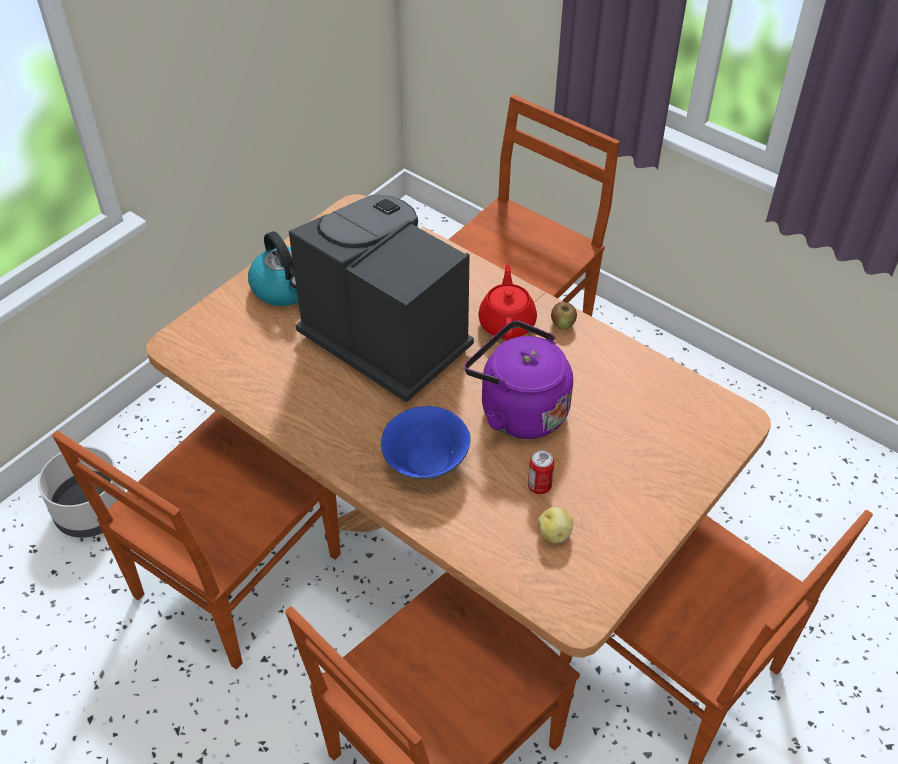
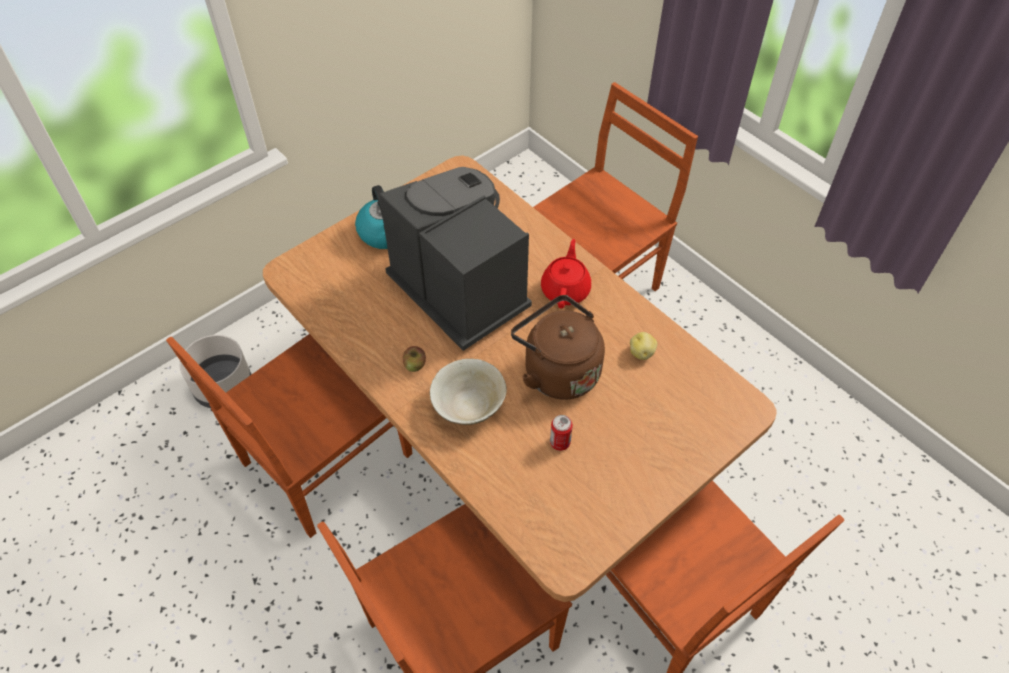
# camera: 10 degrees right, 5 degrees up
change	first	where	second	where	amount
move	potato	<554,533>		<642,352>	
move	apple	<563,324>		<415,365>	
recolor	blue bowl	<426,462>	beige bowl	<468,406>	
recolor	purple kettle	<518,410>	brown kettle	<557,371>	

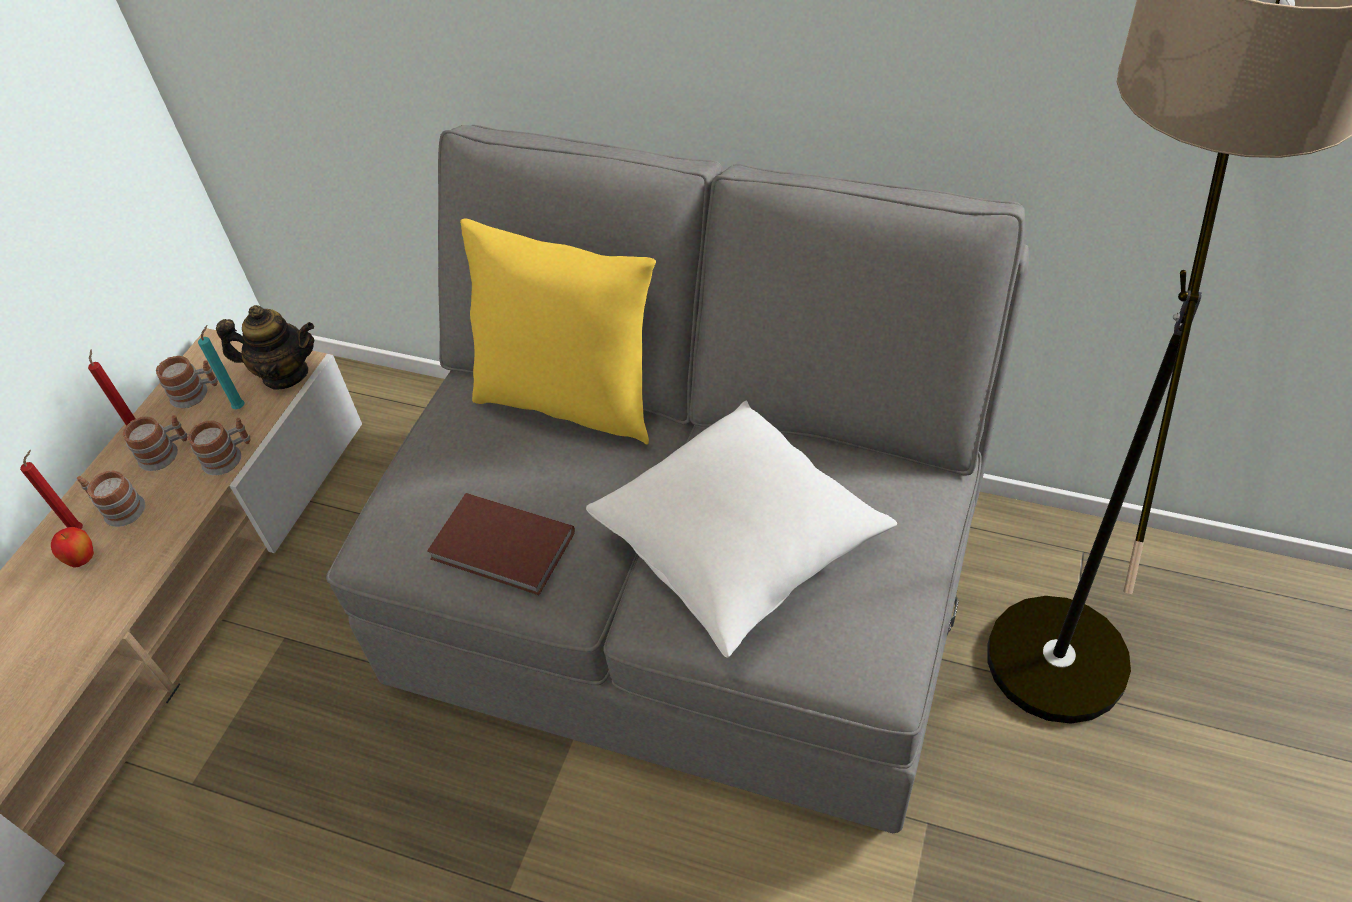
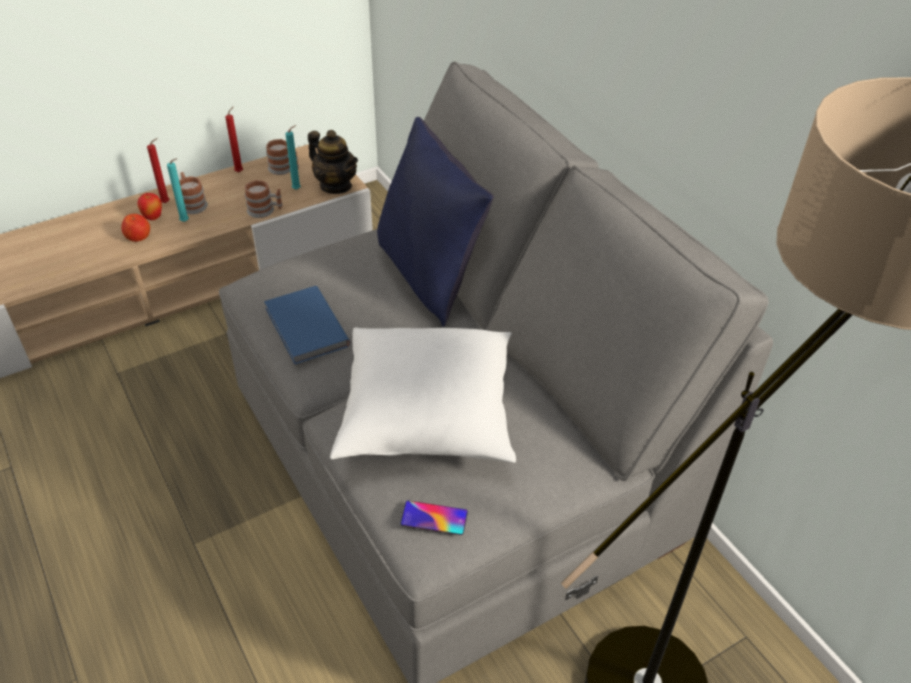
# camera: 35 degrees right, 5 degrees down
change	first	where	second	where	amount
delete	mug	<165,453>			
insert			apple	<138,237>	
insert			turquoise candle	<186,222>	
insert			phone	<434,518>	
recolor	brown book	<503,549>	blue book	<305,328>	
recolor	yellow pillow	<569,401>	blue pillow	<430,276>	

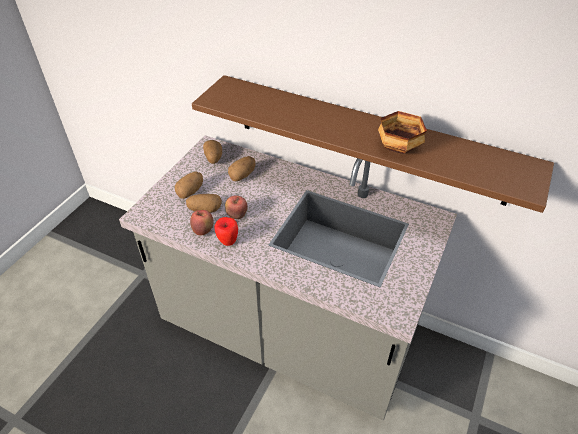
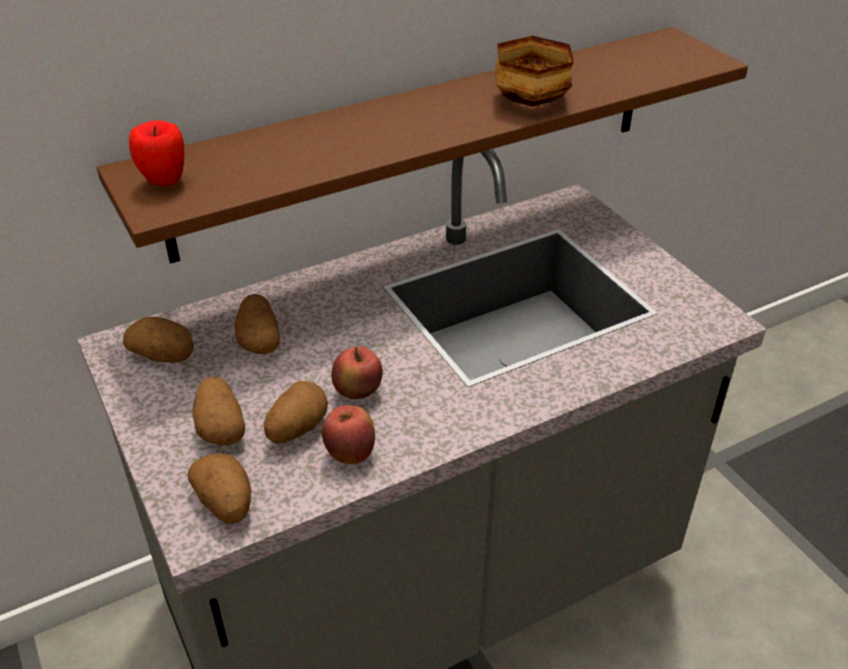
# camera: 55 degrees left, 5 degrees down
change	first	where	second	where	amount
insert			potato	<226,503>	
move	apple	<228,242>		<164,182>	

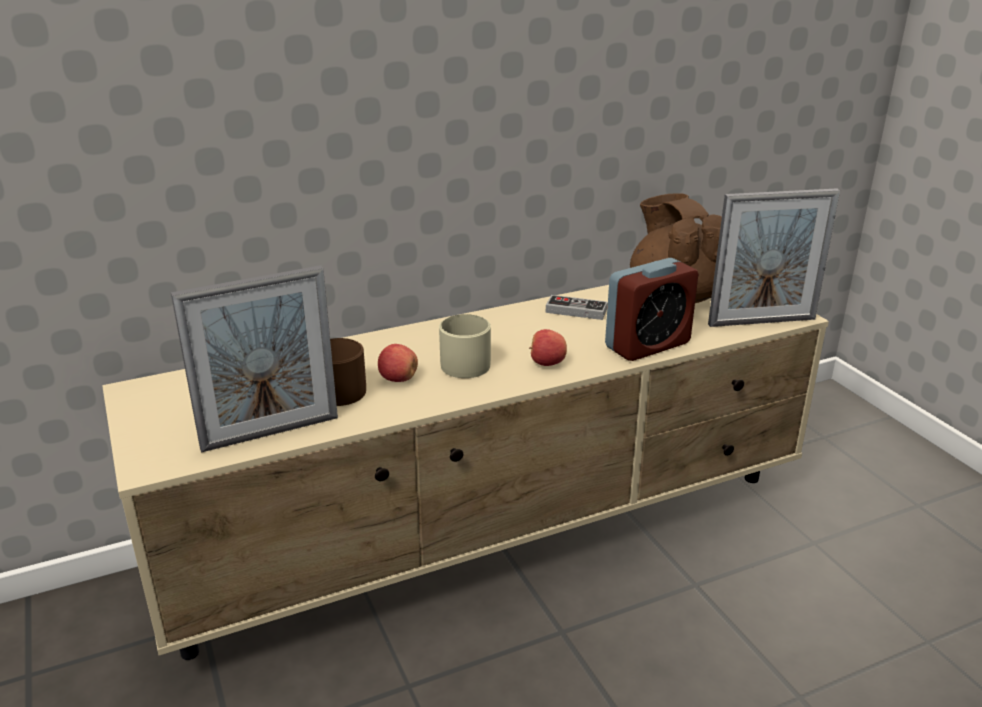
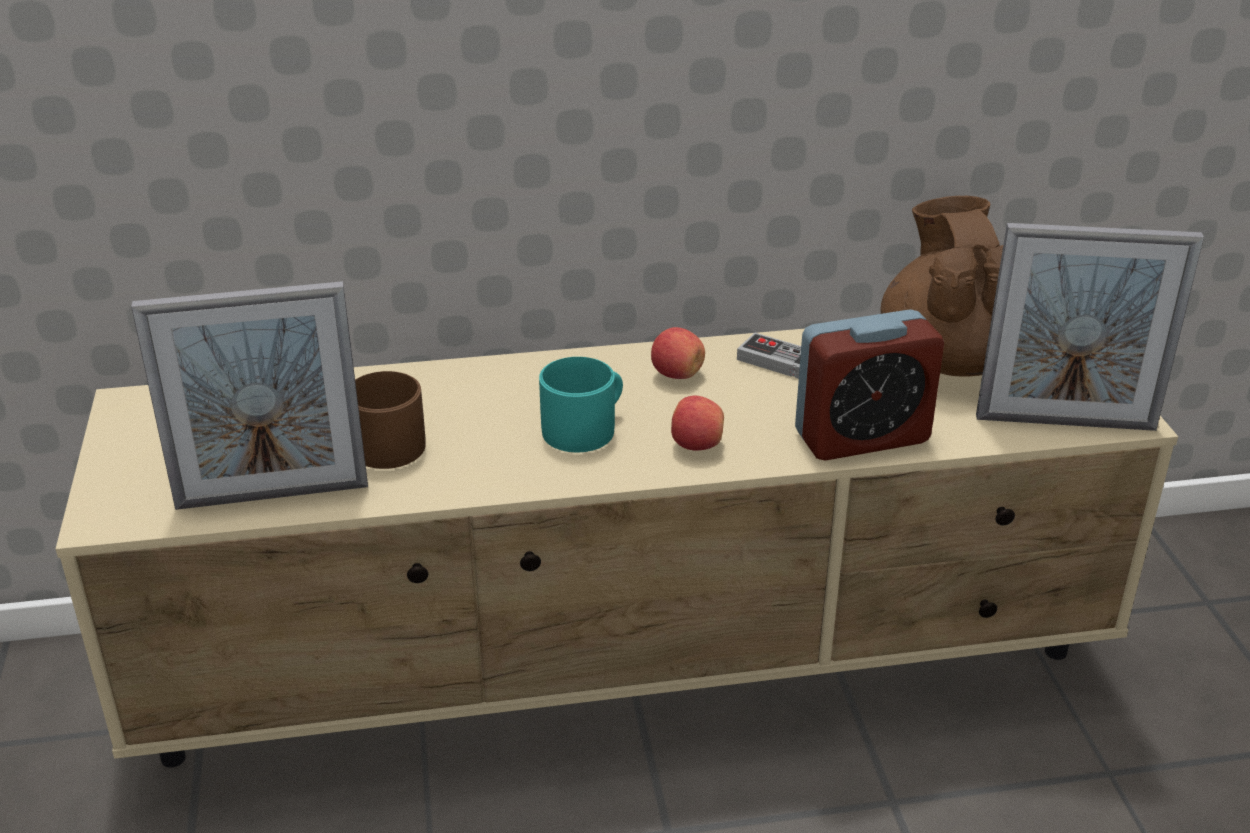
# camera: 15 degrees right, 5 degrees up
change	first	where	second	where	amount
move	apple	<398,379>		<677,374>	
recolor	beige mug	<469,363>	turquoise mug	<586,428>	

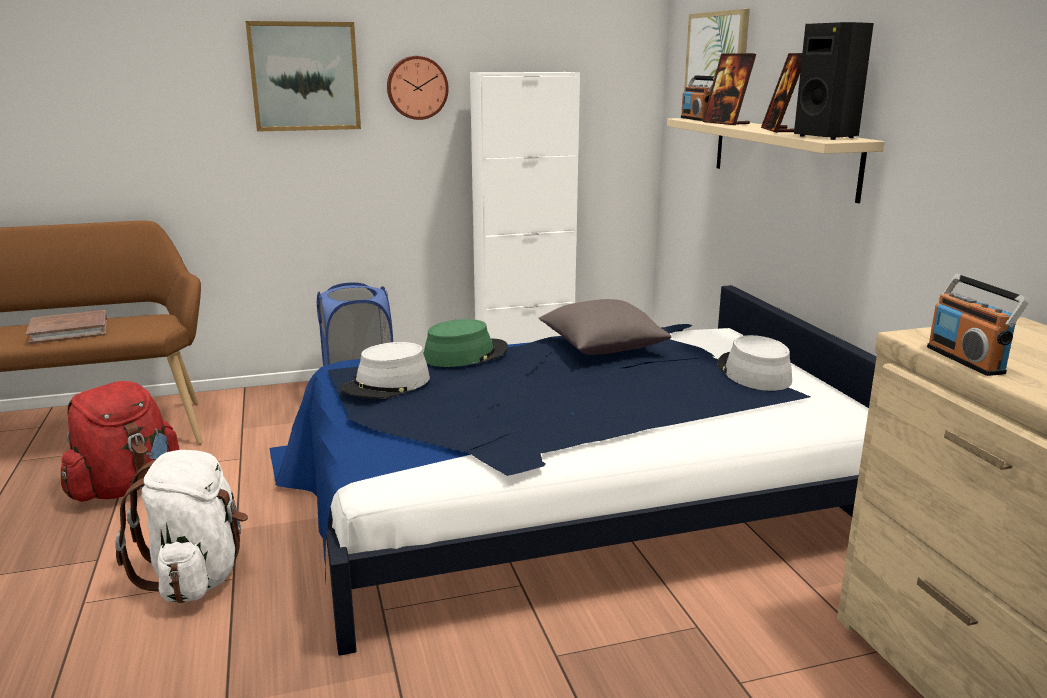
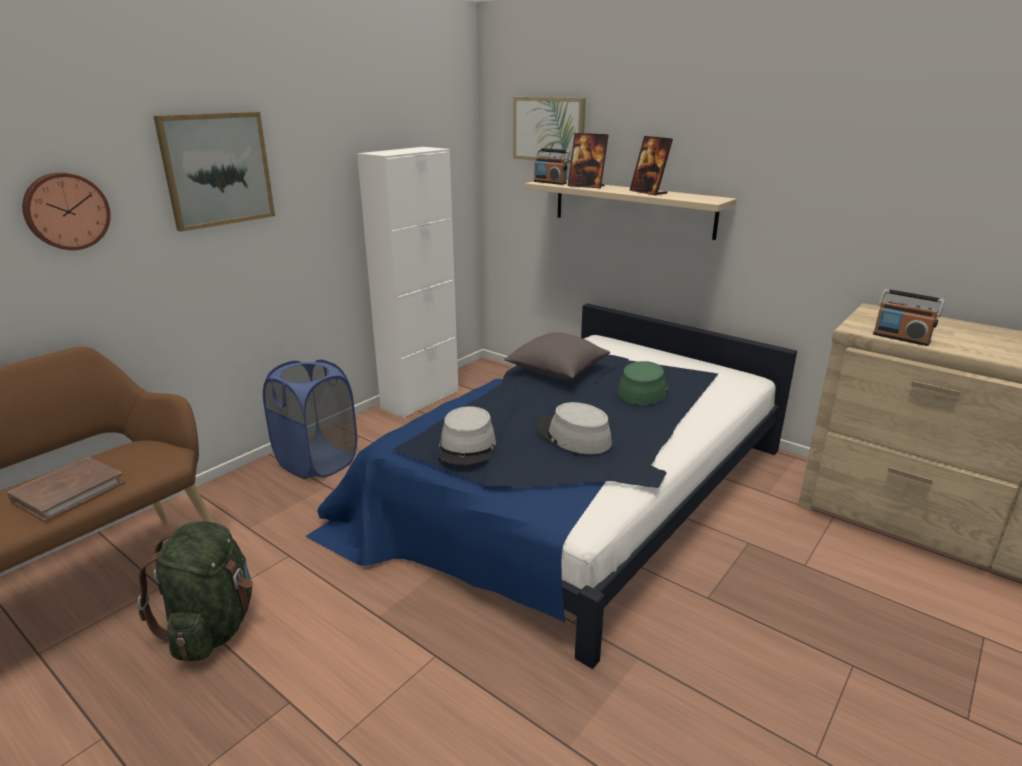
# camera: 35 degrees left, 5 degrees up
change	first	where	second	where	amount
delete	white backpack	<197,575>			
delete	black speaker	<827,137>			
move	wall clock	<417,87>		<66,211>	
move	green hat	<465,354>		<643,390>	
move	grey hat	<753,373>		<573,436>	
recolor	red backpack	<126,487>	green backpack	<213,627>	

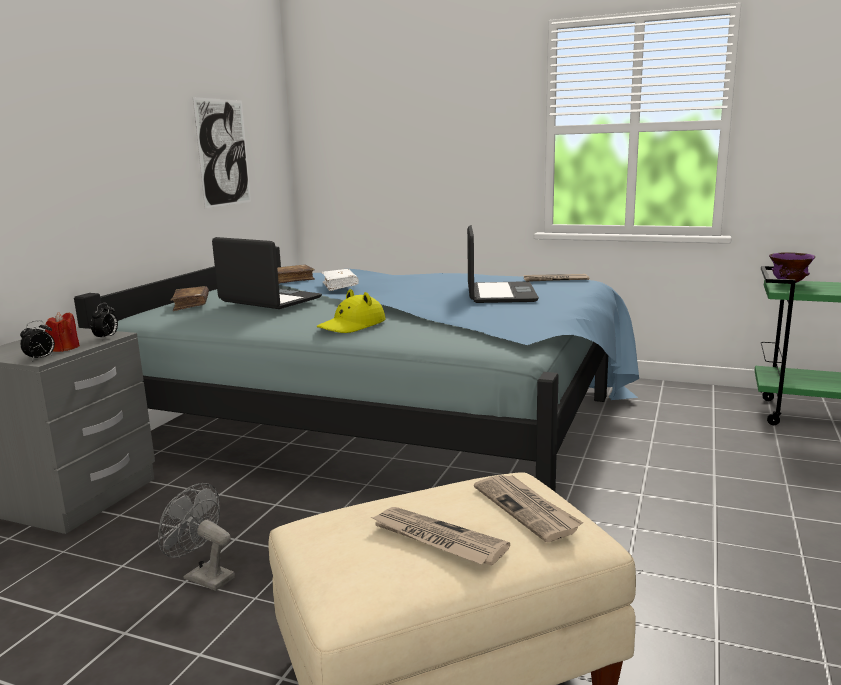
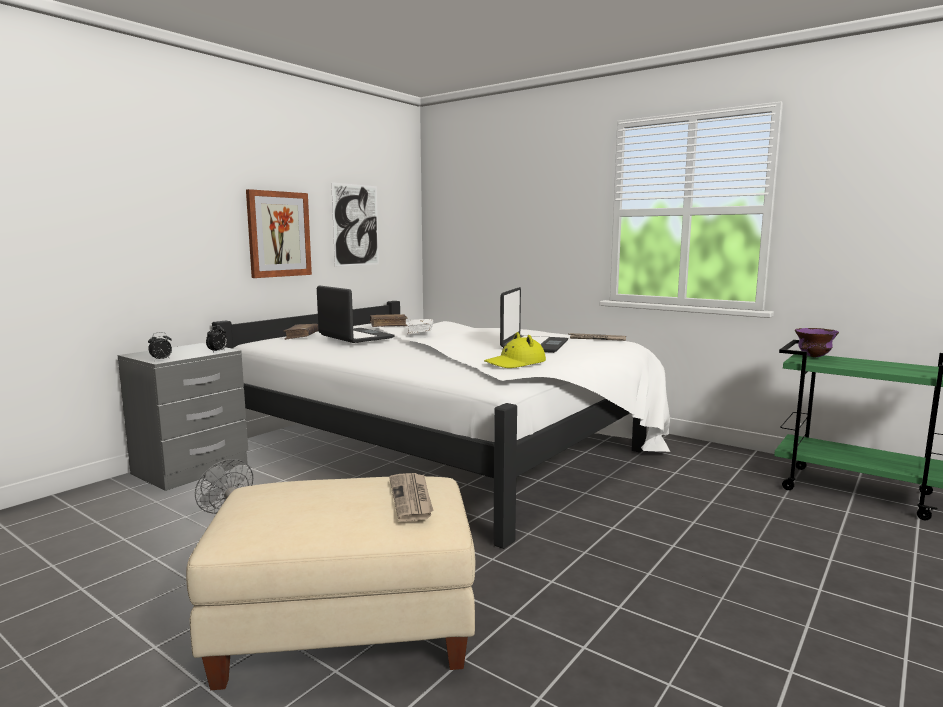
# camera: 15 degrees right, 5 degrees down
change	first	where	second	where	amount
delete	red candle	<64,348>			
delete	newspaper	<436,539>			
insert			picture	<279,234>	
move	yellow hat	<352,325>		<515,363>	
recolor	blue bed	<392,422>	white bed	<448,447>	

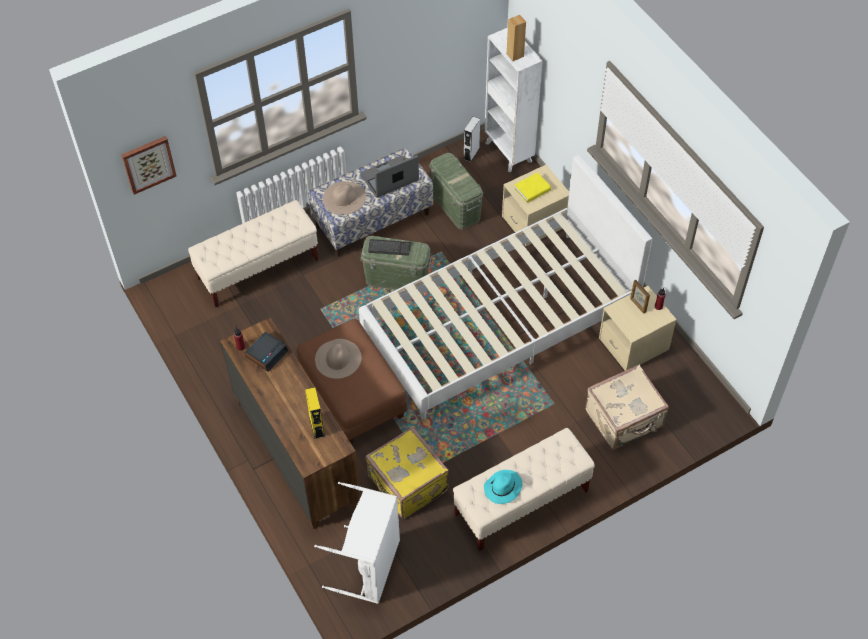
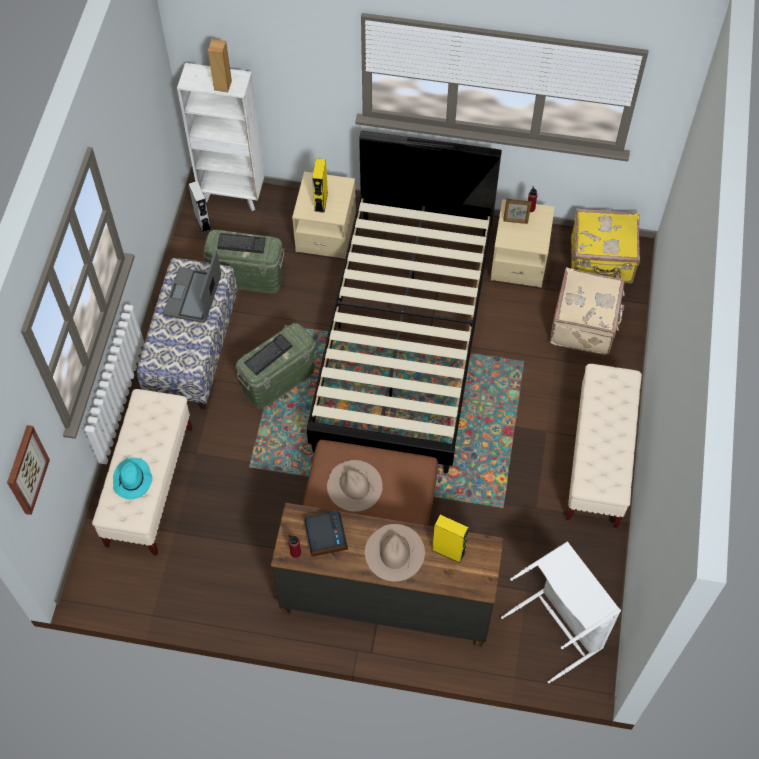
# camera: 50 degrees left, 5 degrees up
change	first	where	second	where	amount
insert			keyboard	<241,244>	
move	beige hat	<344,197>		<394,552>	
move	yellow suitcase	<407,485>		<601,261>	
move	turquoise hat	<502,488>		<132,480>	
replace	yellow book	<532,190>	yellow speaker	<321,201>	
recolor	white bed	<500,322>	black bed	<404,338>	

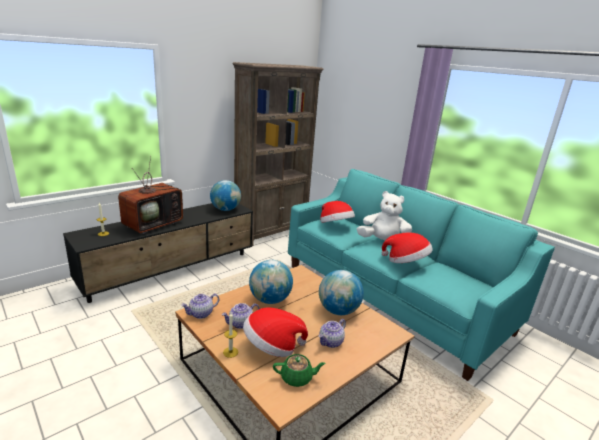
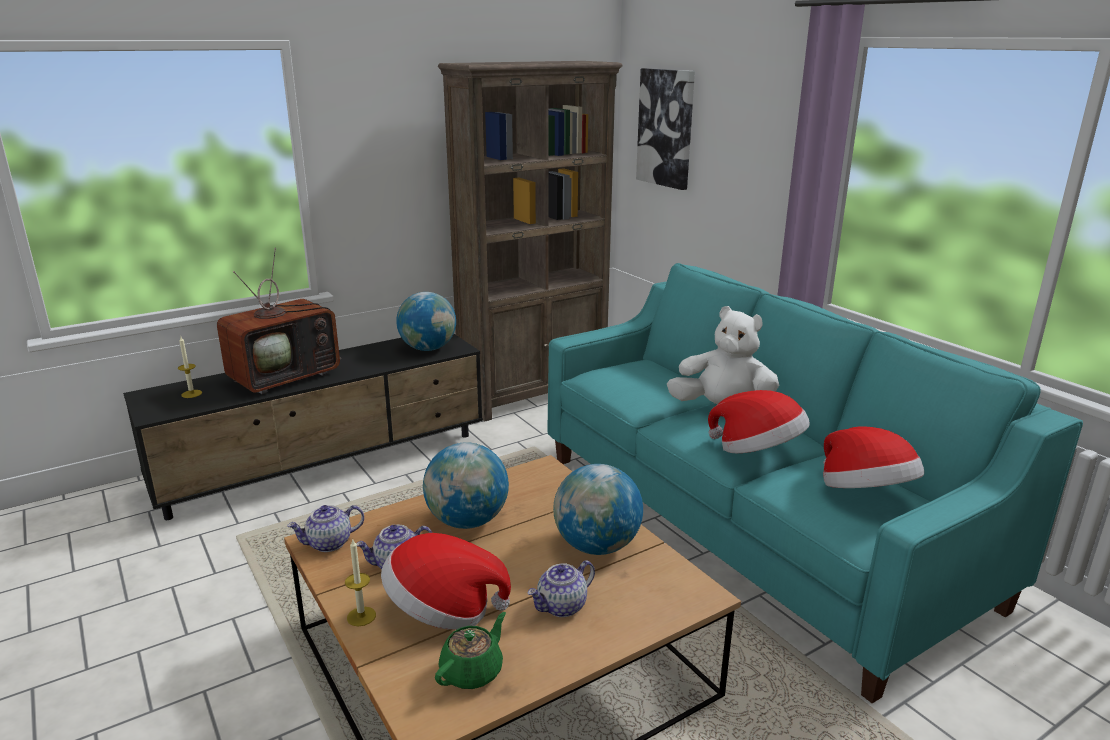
# camera: 10 degrees right, 0 degrees up
change	first	where	second	where	amount
insert			picture	<666,128>	
move	hat	<335,226>		<865,494>	
rotate	green teapot	<297,378>		<472,671>	60 degrees counterclockwise

